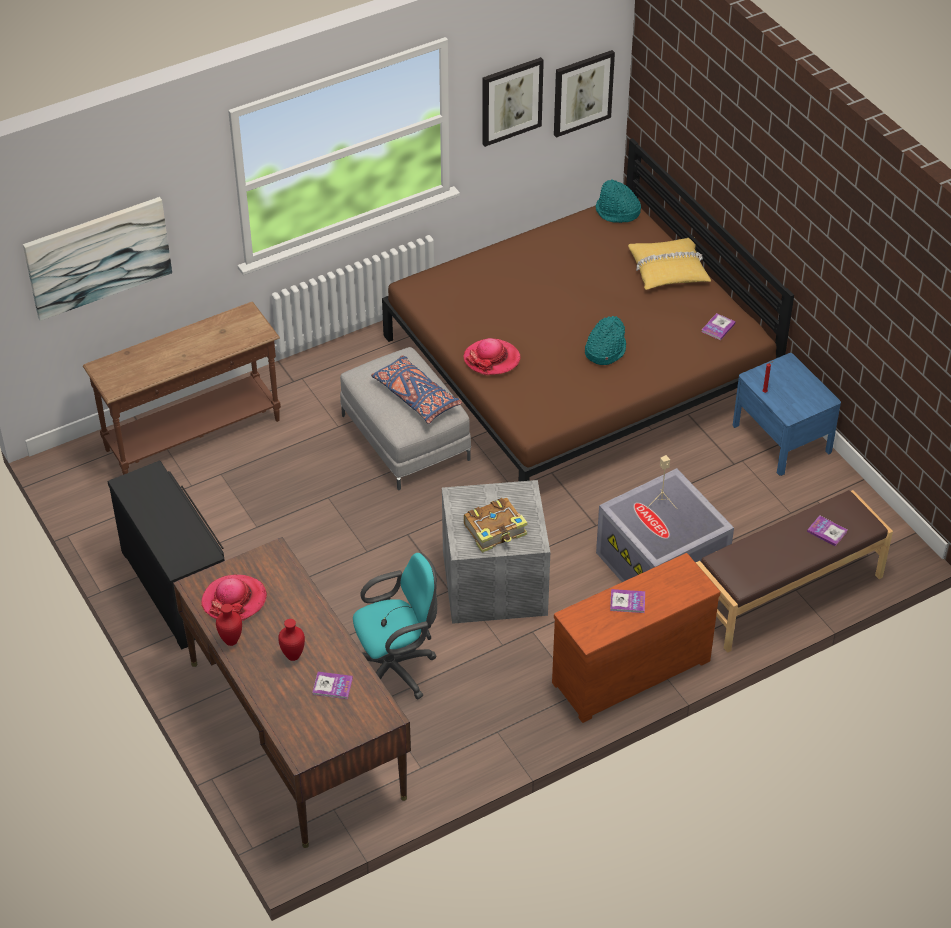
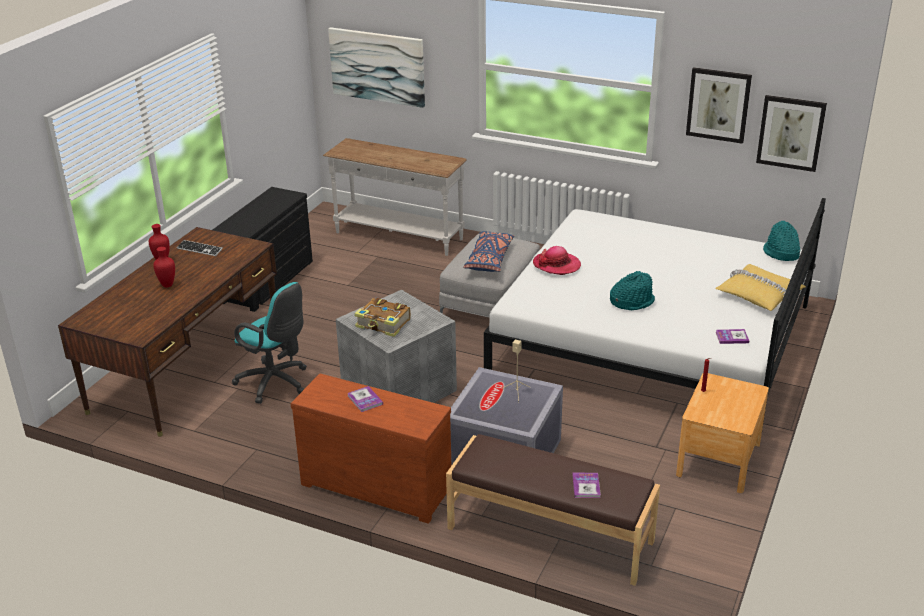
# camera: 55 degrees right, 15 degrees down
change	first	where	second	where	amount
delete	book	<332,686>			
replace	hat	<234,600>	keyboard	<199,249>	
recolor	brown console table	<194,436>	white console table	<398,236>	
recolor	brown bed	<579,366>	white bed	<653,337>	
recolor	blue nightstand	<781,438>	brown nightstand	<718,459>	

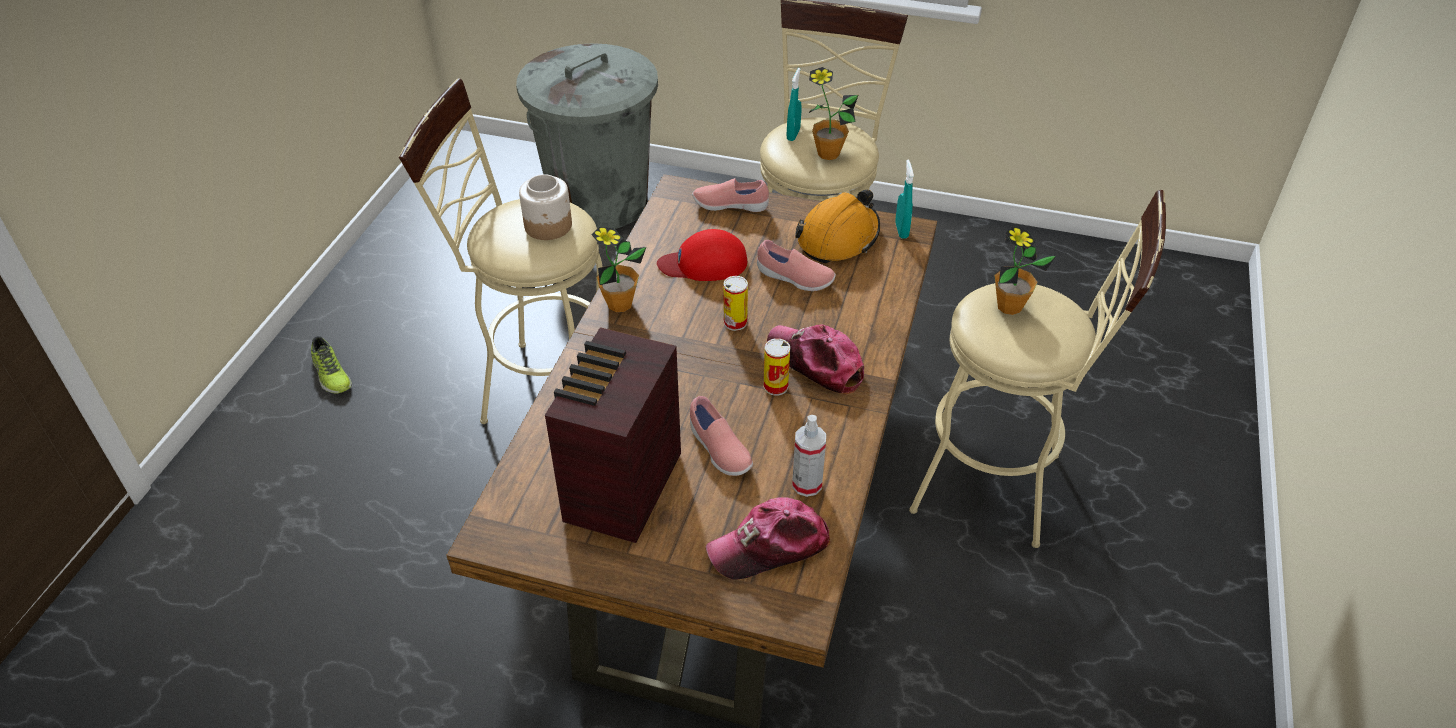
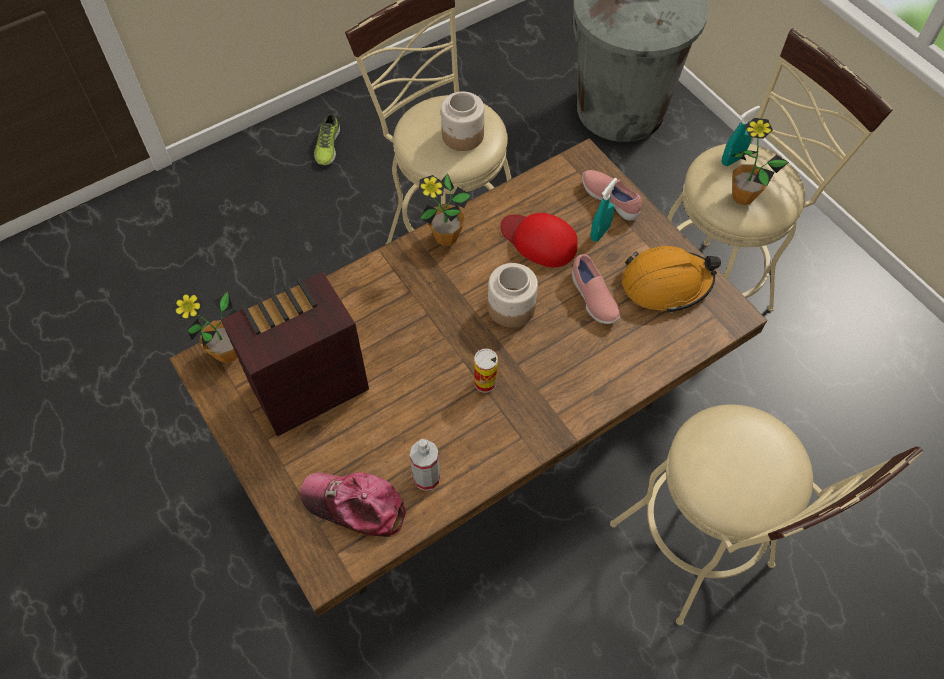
# camera: 40 degrees right, 15 degrees up
change	first	where	second	where	amount
delete	pink shoe	<718,450>			
delete	cap	<815,363>			
move	turquoise spray bottle	<901,230>		<600,233>	
move	potted plant	<1009,306>		<227,353>	
replace	can	<735,322>	jar	<510,308>	

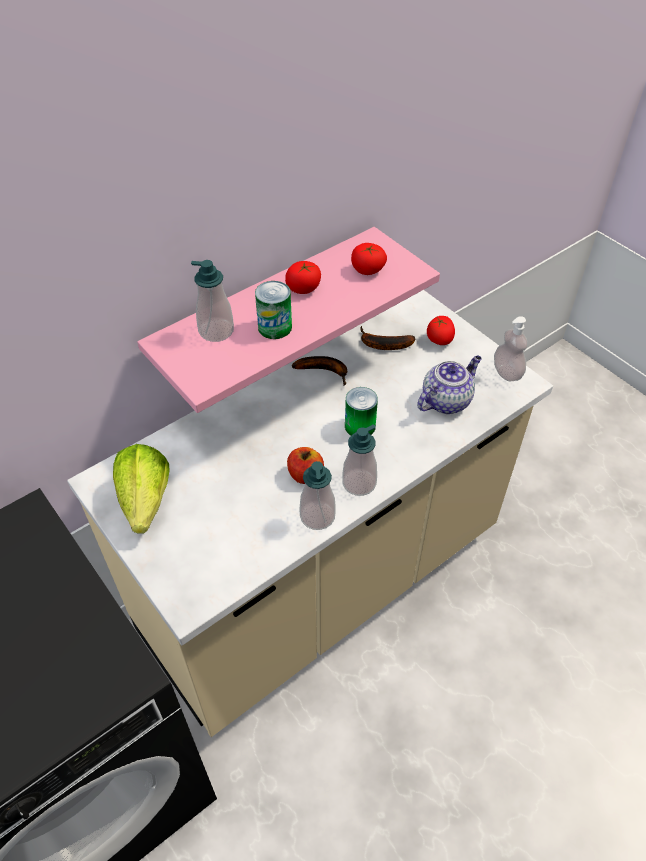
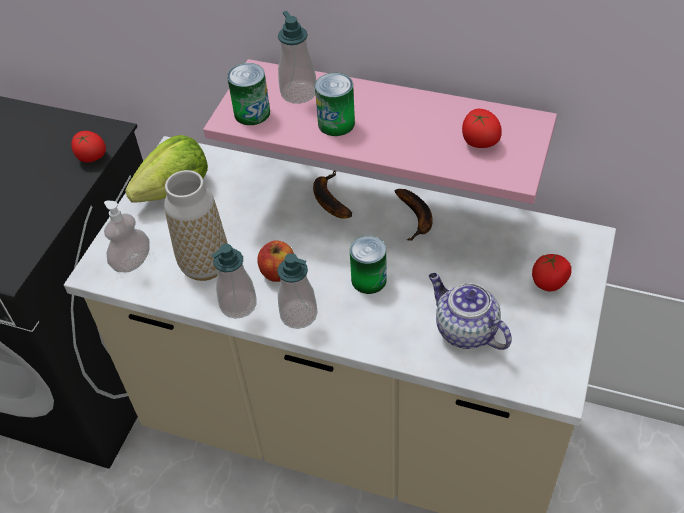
# camera: 60 degrees right, 0 degrees up
change	first	where	second	where	amount
insert			vase	<205,266>	
insert			can	<252,113>	
move	tomato	<303,289>		<91,157>	
move	banana	<382,344>		<328,199>	
move	soap dispenser	<507,372>		<132,262>	
rotate	teapot	<446,400>		<464,330>	150 degrees counterclockwise

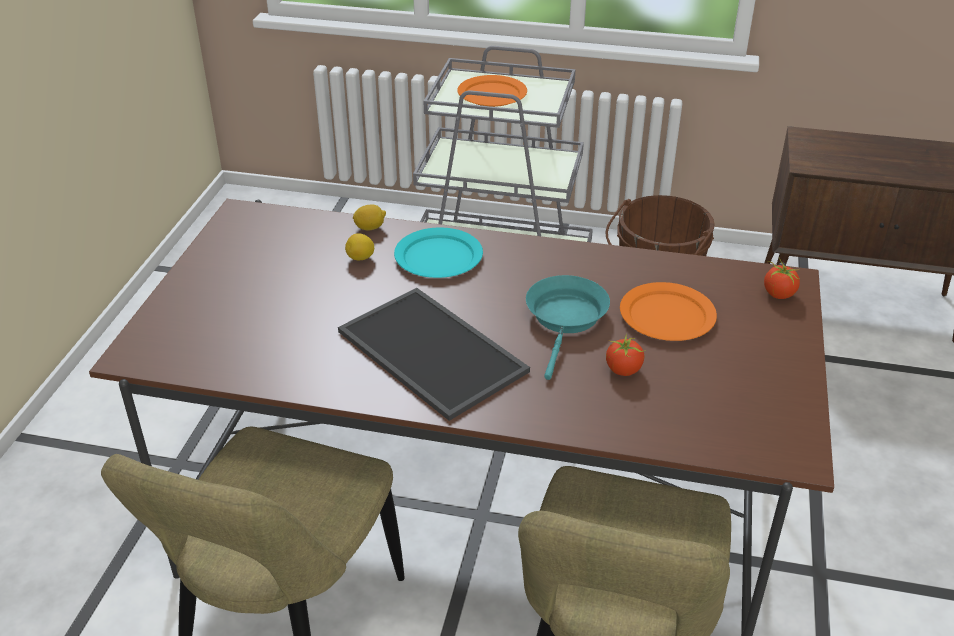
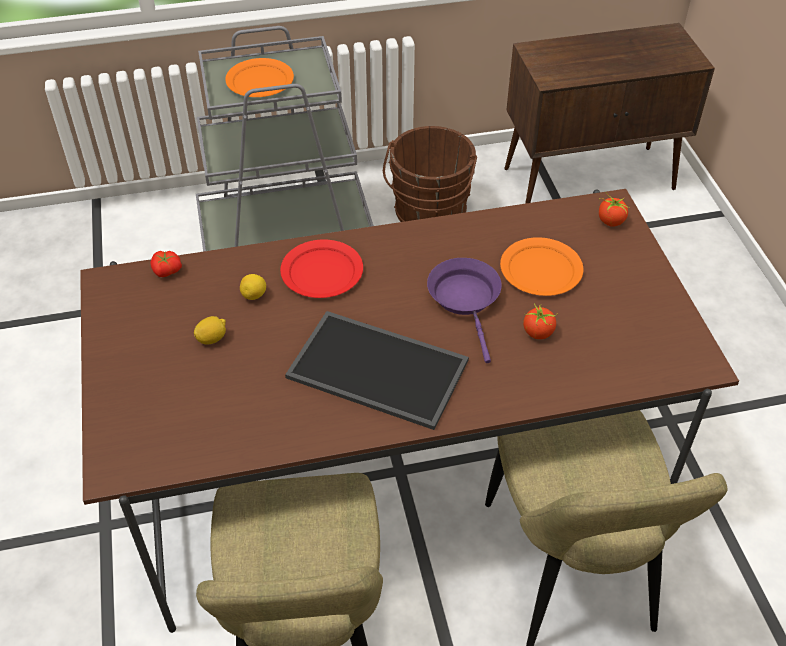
# camera: 25 degrees left, 10 degrees up
change	first	where	second	where	amount
insert			tomato	<166,271>	
move	lemon	<370,227>		<212,338>	
recolor	turquoise plate	<437,257>	red plate	<321,272>	
recolor	turquoise frying pan	<566,319>	purple frying pan	<466,300>	

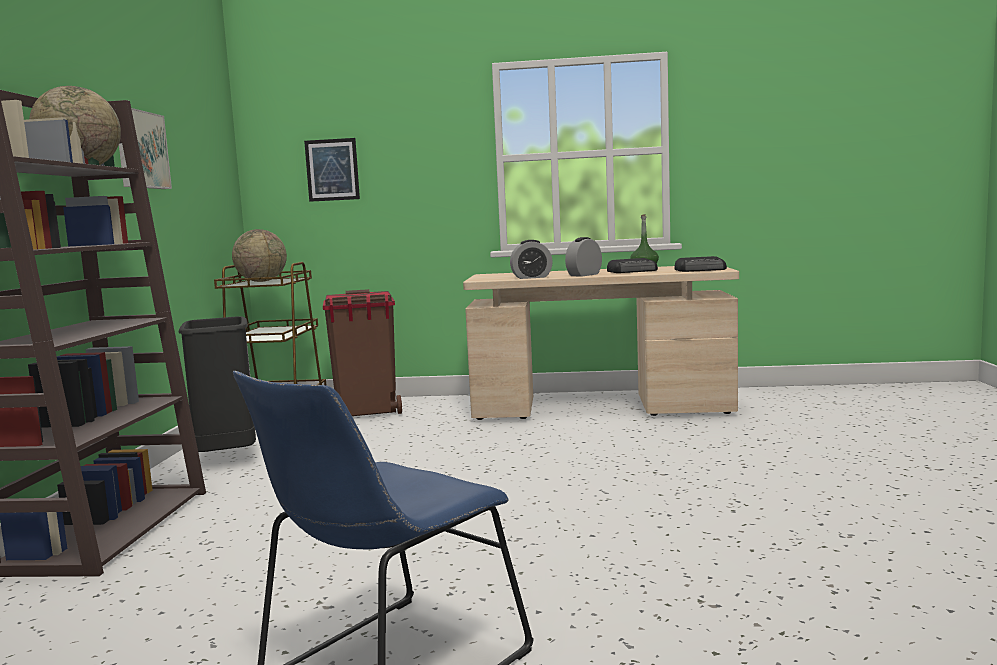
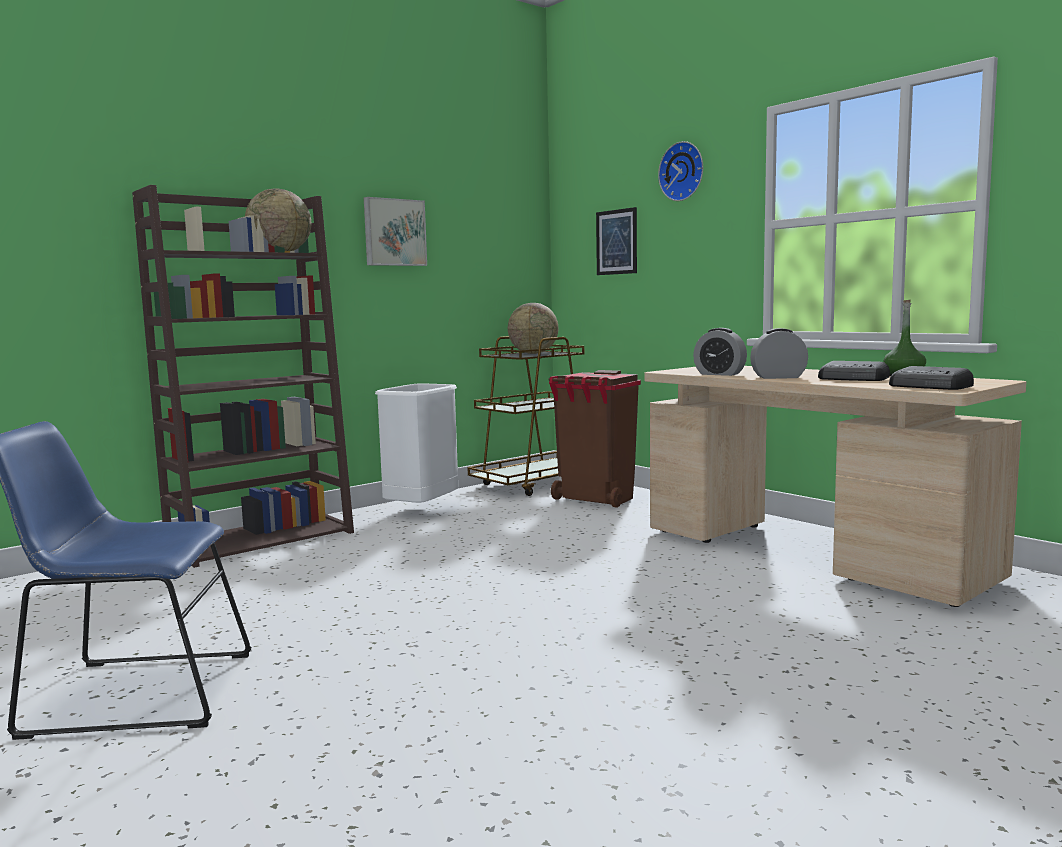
# camera: 45 degrees right, 0 degrees up
change	first	where	second	where	amount
insert			wall clock	<683,171>	
recolor	black trash can	<228,459>	white trash can	<422,511>	

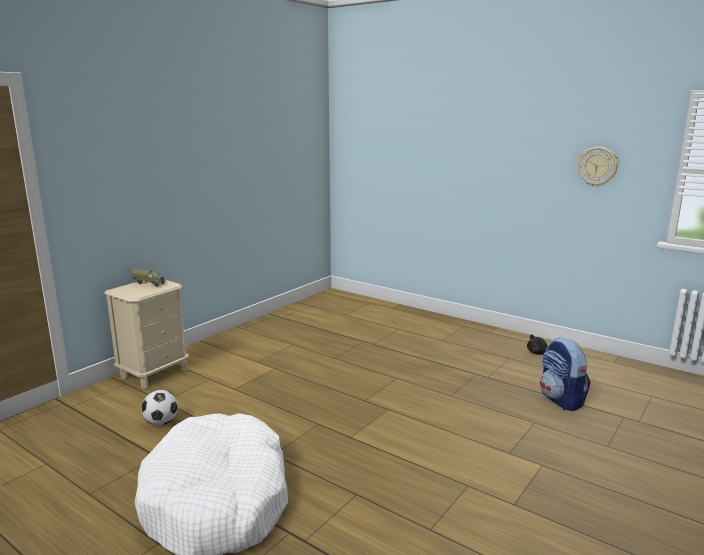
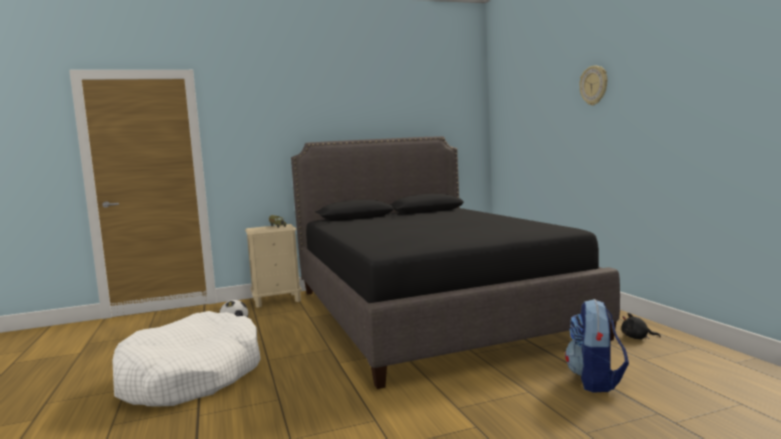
# camera: 35 degrees right, 10 degrees down
change	first	where	second	where	amount
insert			black bed	<429,311>	
move	wall clock	<597,166>		<594,85>	

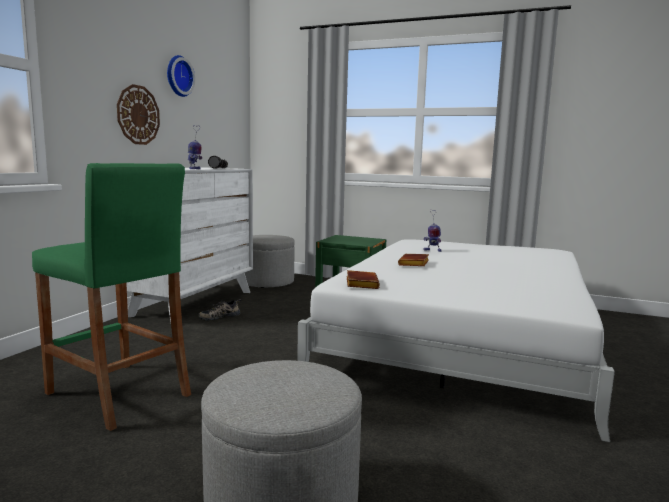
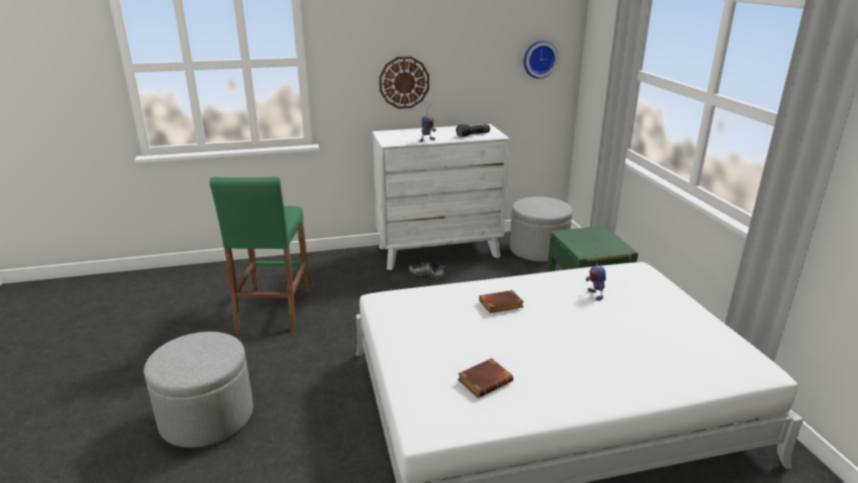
# camera: 55 degrees right, 15 degrees up
change	first	where	second	where	amount
move	wall clock	<178,76>		<539,59>	
move	brown book	<360,284>		<485,380>	

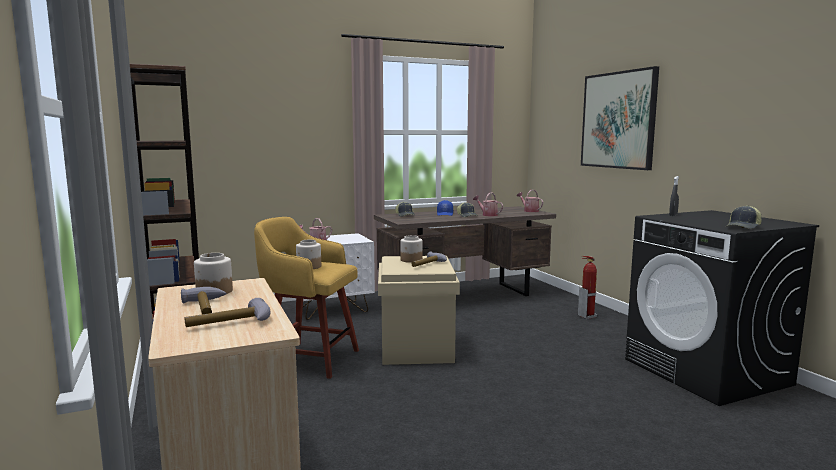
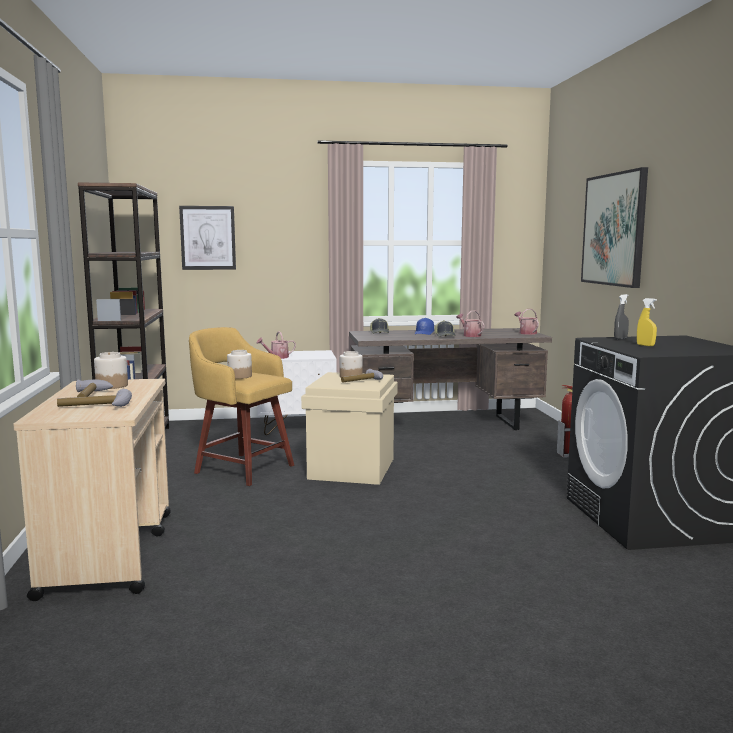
# camera: 15 degrees right, 0 degrees up
change	first	where	second	where	amount
delete	cap	<743,227>			
insert			picture	<208,238>	
insert			yellow spray bottle	<645,345>	

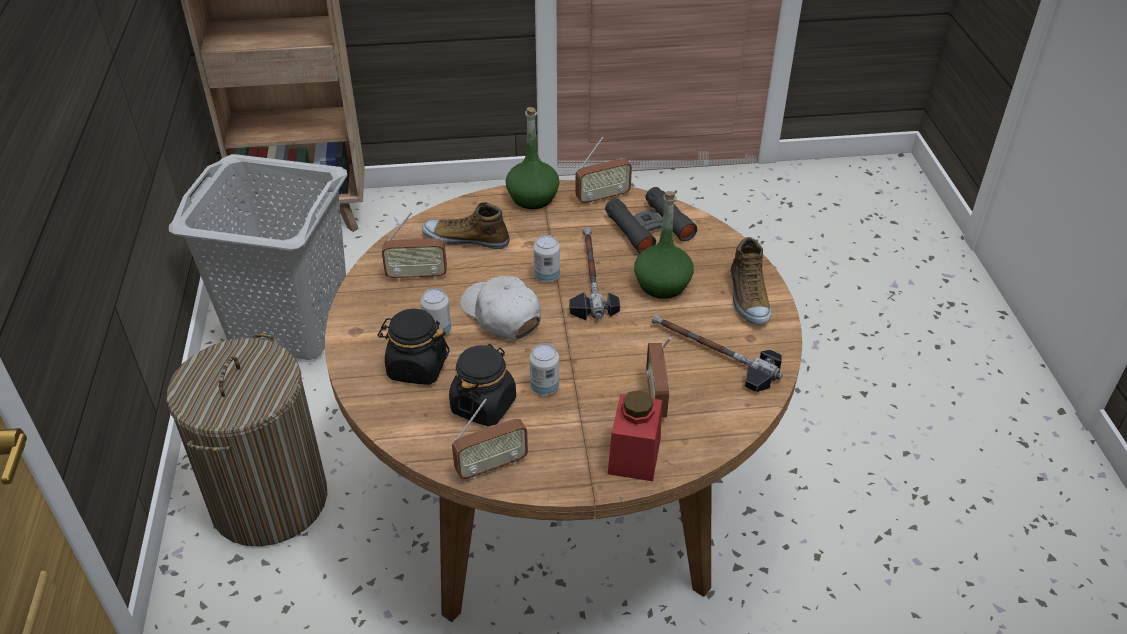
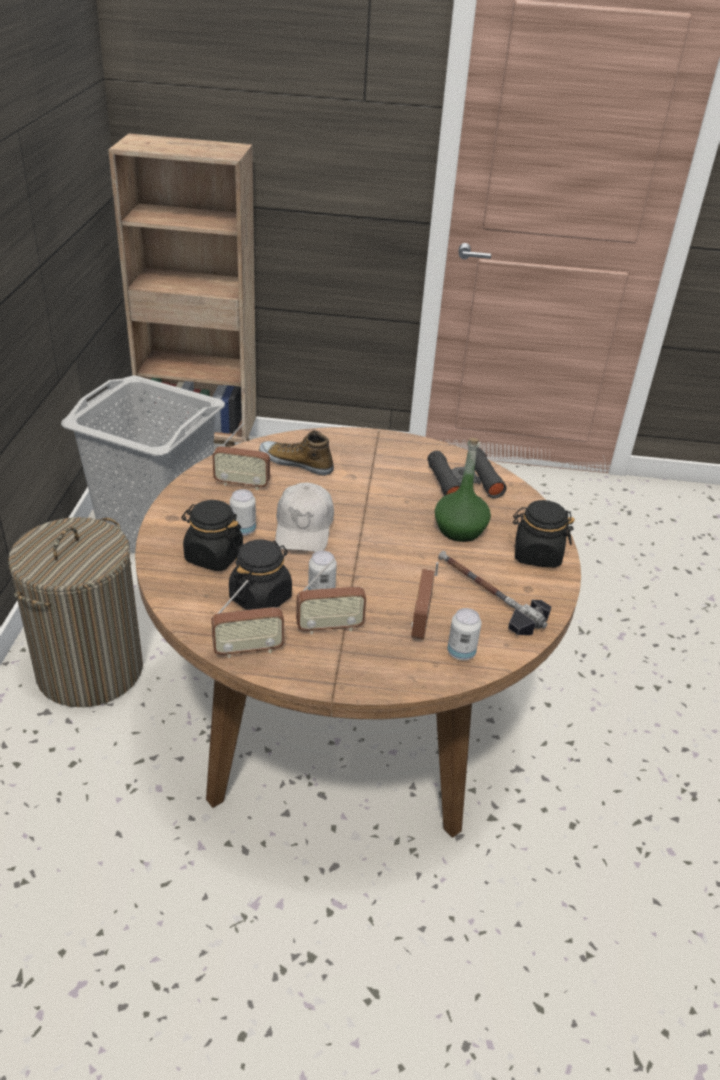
# camera: 10 degrees right, 5 degrees down
change	first	where	second	where	amount
delete	green bottle	<533,197>			
delete	hammer	<590,277>			
delete	red jar	<634,455>			
move	can	<547,276>		<461,653>	
move	radio	<602,198>		<330,627>	
replace	shoe	<747,297>	black jar	<536,554>	
rotate	white cap	<501,315>		<304,528>	150 degrees counterclockwise

